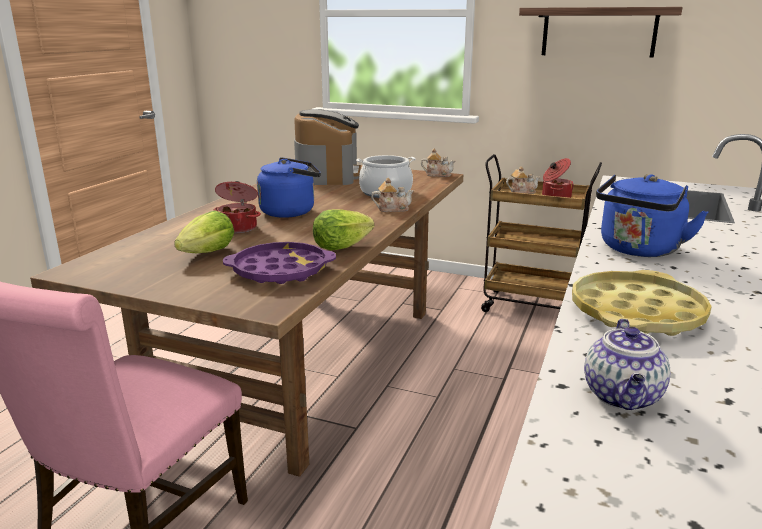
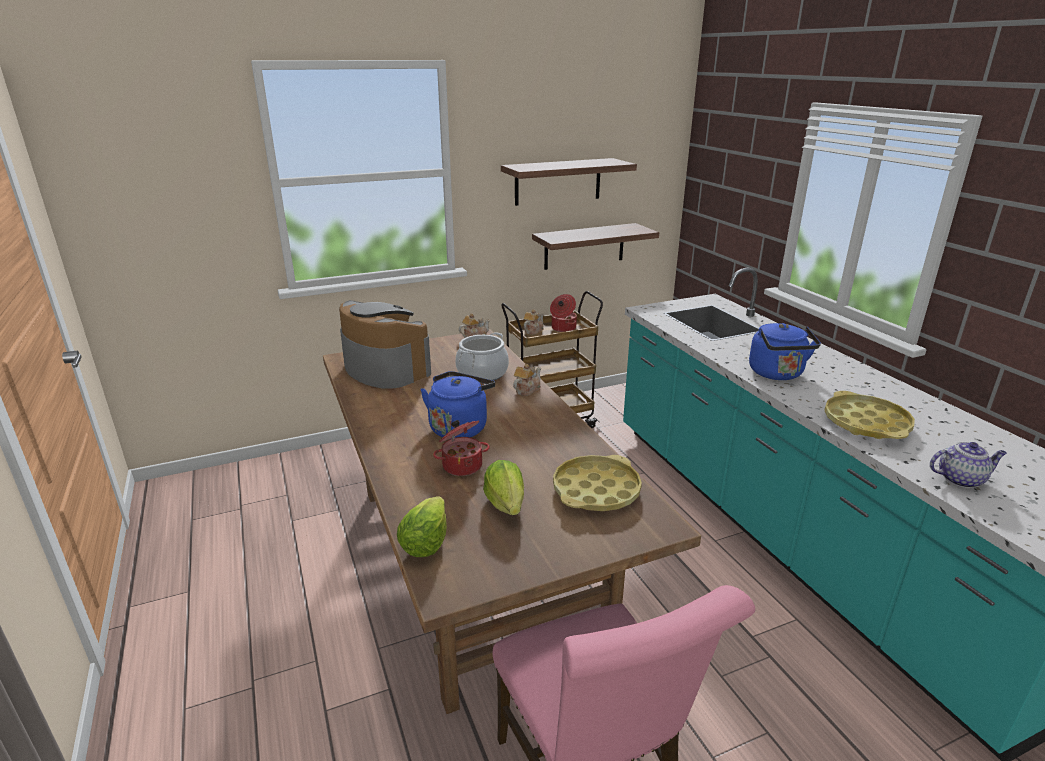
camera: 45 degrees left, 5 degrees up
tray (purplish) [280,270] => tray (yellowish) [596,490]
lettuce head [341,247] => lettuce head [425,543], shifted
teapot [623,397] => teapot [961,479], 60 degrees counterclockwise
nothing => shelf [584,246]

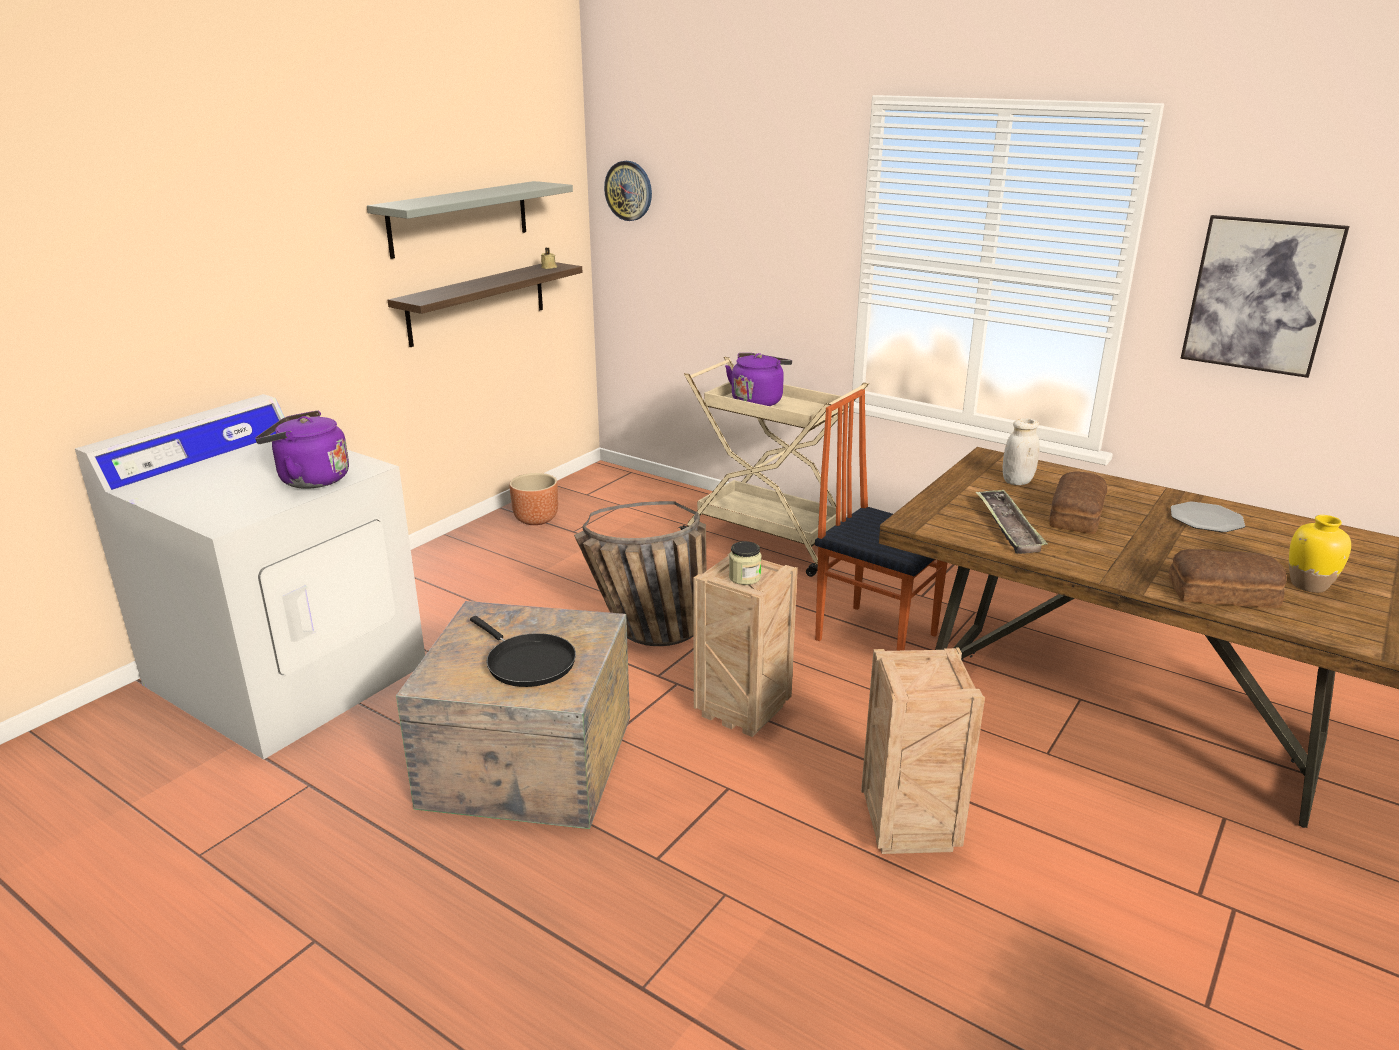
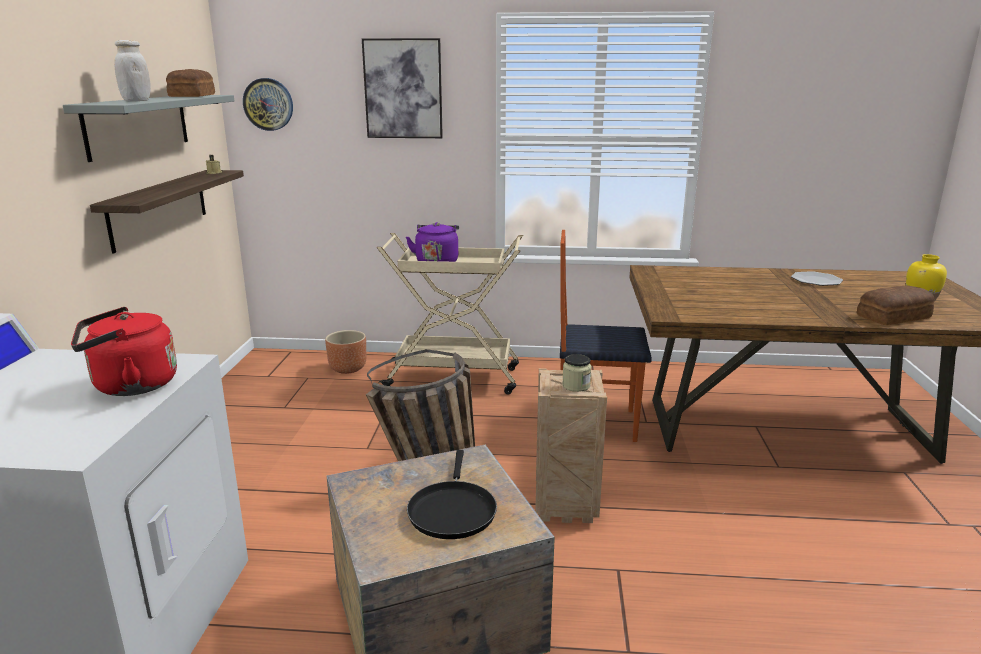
camera: 30 degrees left, 5 degrees down
kettle (purplish) [309,480] => kettle (reddish) [130,386]
frying pan (black) [527,662] => frying pan (black) [452,510], 75 degrees clockwise
plant pot (brownish) [536,519] => plant pot (brownish) [348,369], shifted
crate [911,829] => nothing
tray [1008,526] => nothing
jar (white-coloured) [1017,481] => jar (white-coloured) [136,101], shifted
baked bread [1077,515] => baked bread [194,96], shifted
wall art [1260,295] => wall art [403,89], shifted

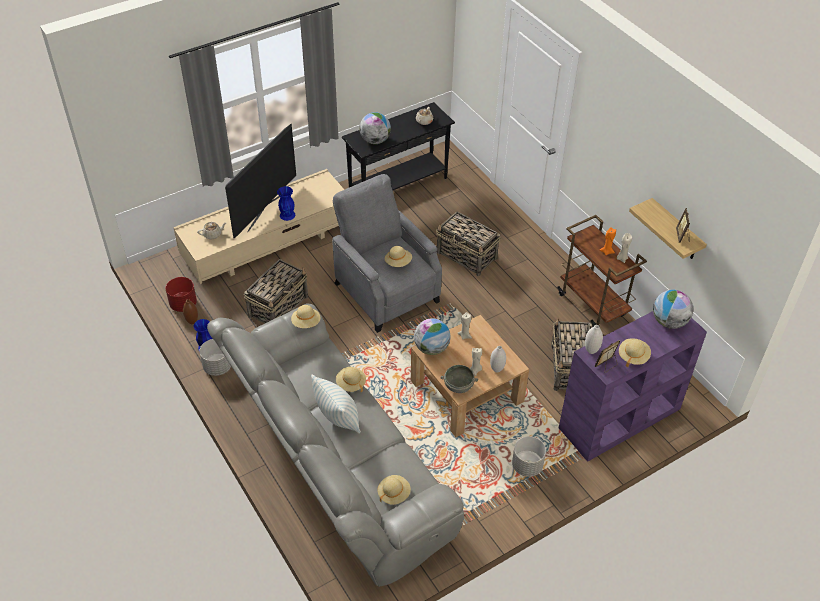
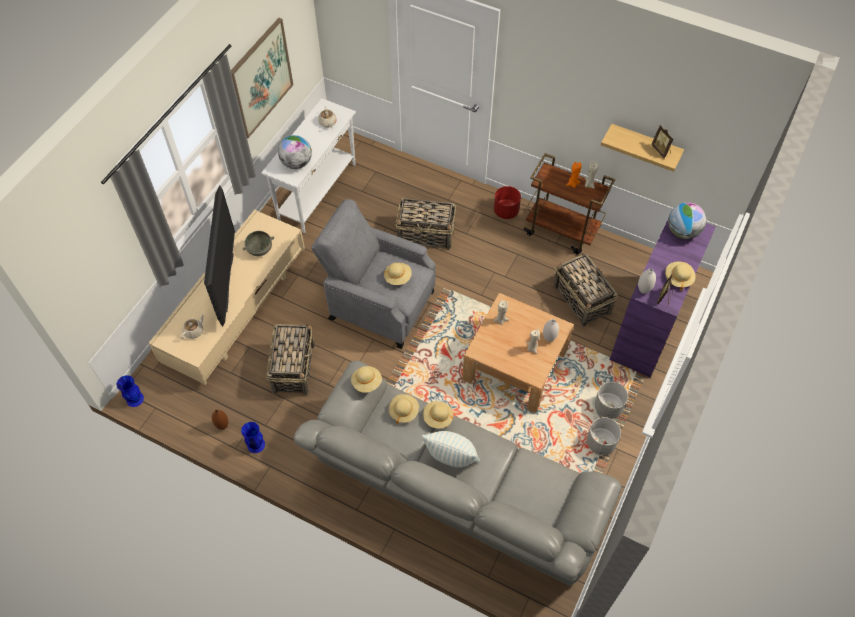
camera: 30 degrees left, 10 degrees up
plant pot (reddish) [183,304] => plant pot (reddish) [505,211], shifted
plant pot (greyish) [217,367] => plant pot (greyish) [600,443], shifted
vase (blue-coloured) [287,215] => vase (blue-coloured) [135,398], shifted
narrow table (black) [398,186] => narrow table (white-coloured) [317,192]
clothing hat (beige) [394,494] => clothing hat (beige) [403,411], shifted
globe [431,348] => nothing
bowl (greyish) [458,386] => bowl (greyish) [260,249], shifted
nothing => wall art [261,78]

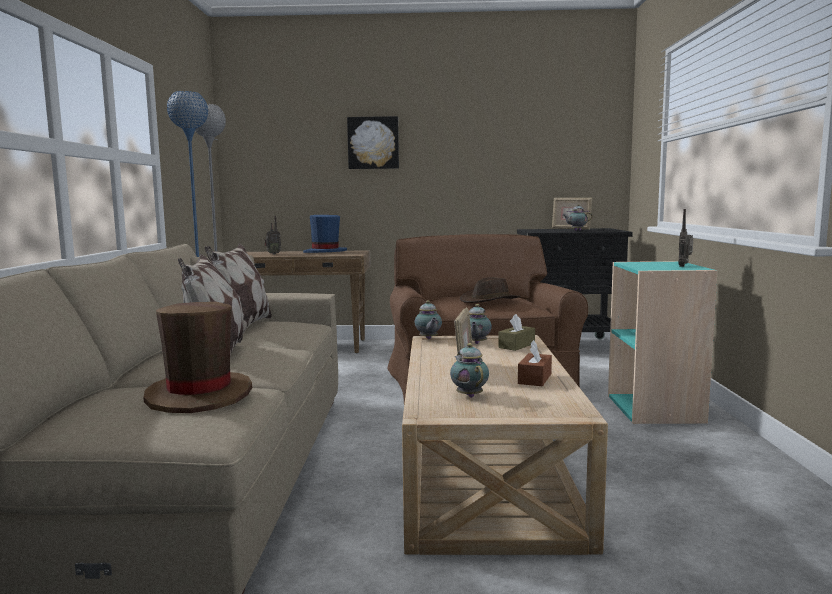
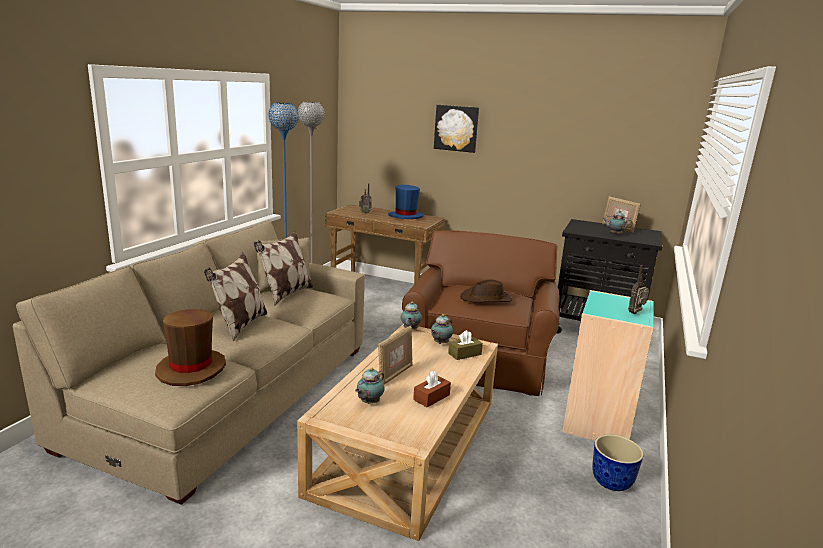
camera: 20 degrees right, 10 degrees up
teapot [469,395] => teapot [369,403], 150 degrees counterclockwise
nothing => plant pot [612,482]

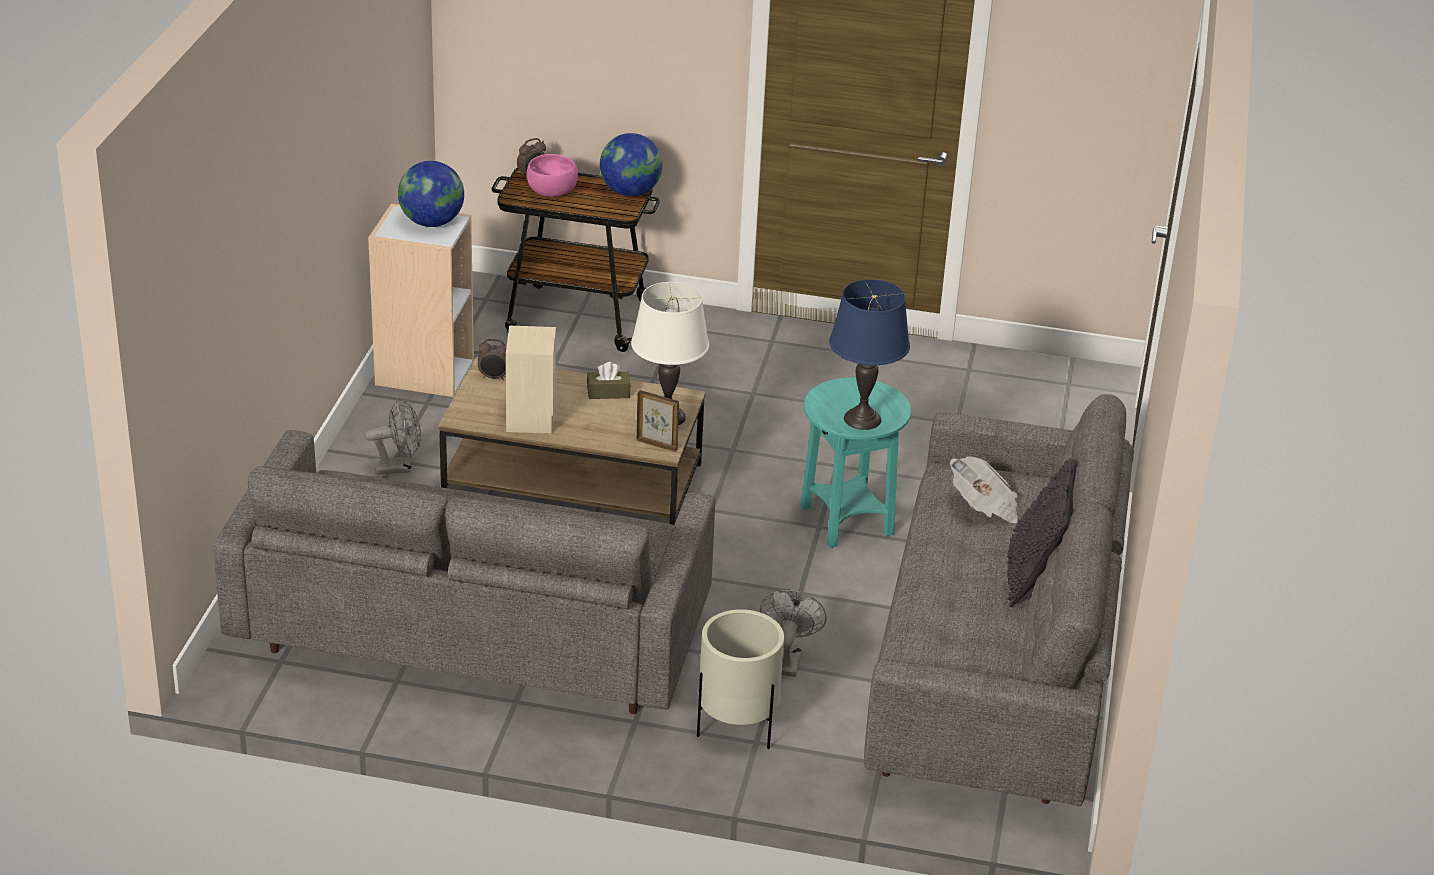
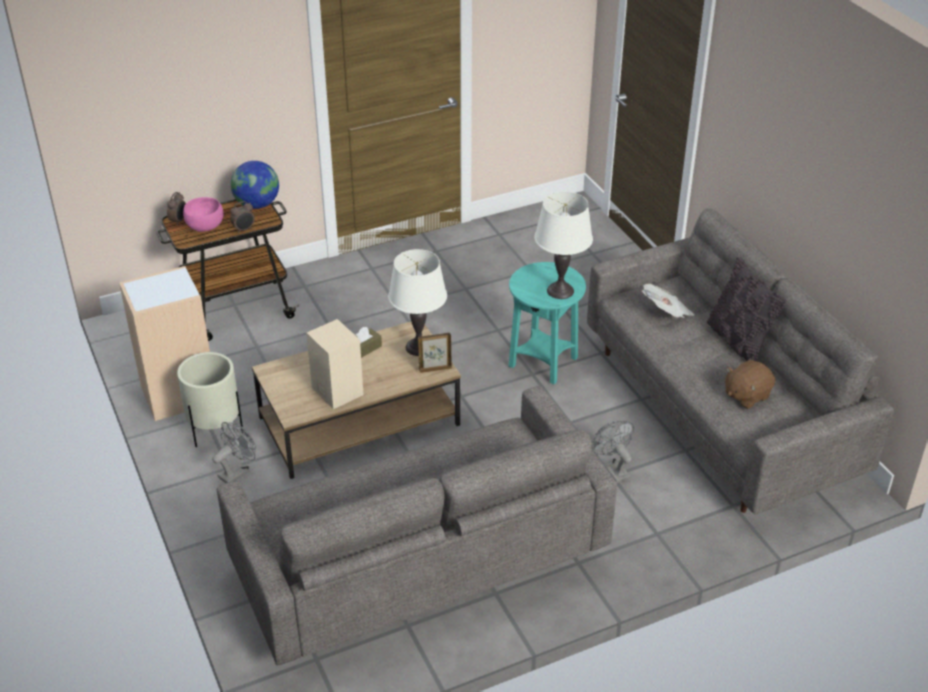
camera: 35 degrees left, 5 degrees up
globe [432,222] => nothing
alarm clock [494,377] => alarm clock [244,229], shifted
plant pot (beige) [736,729] => plant pot (beige) [215,431], shifted
tabletop lamp (blue-coloured) [862,419] => tabletop lamp (white-coloured) [560,291]
nothing => soft toy (brownish) [746,395]

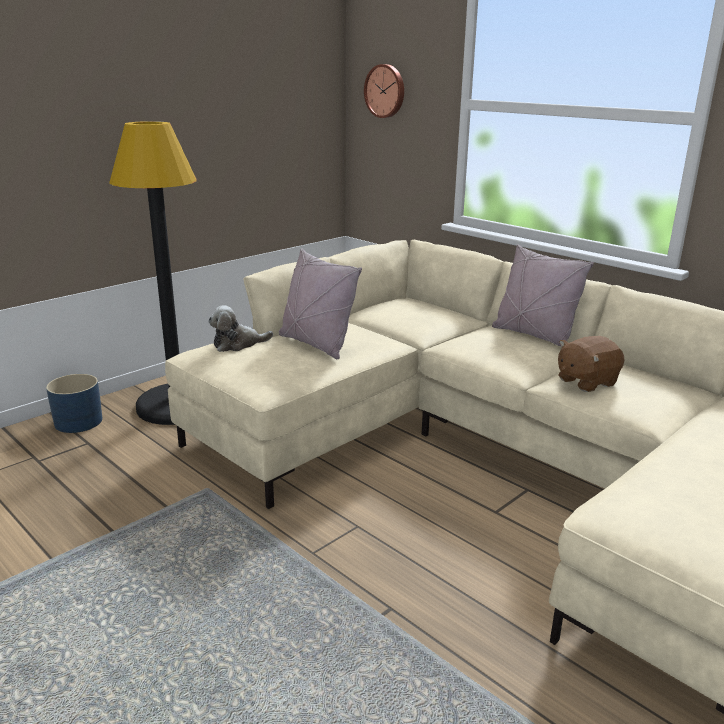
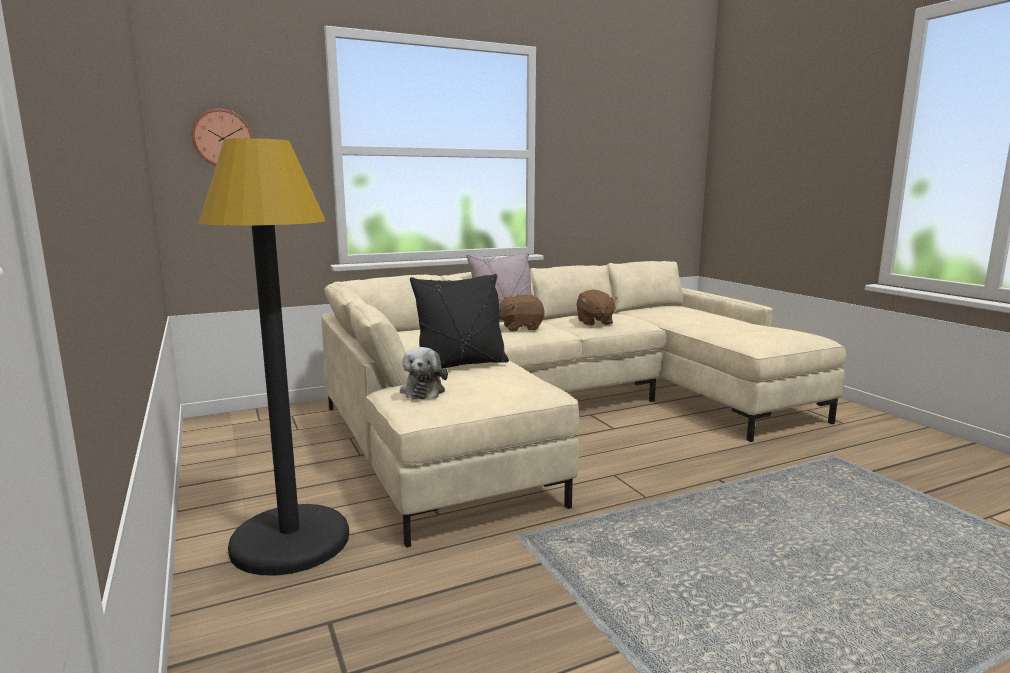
camera: 70 degrees left, 10 degrees down
plant pot (blue-coloured) [78,422] => nothing
cushion (purplish) [316,344] => cushion (black) [461,365]
nothing => soft toy (brownish) [520,328]

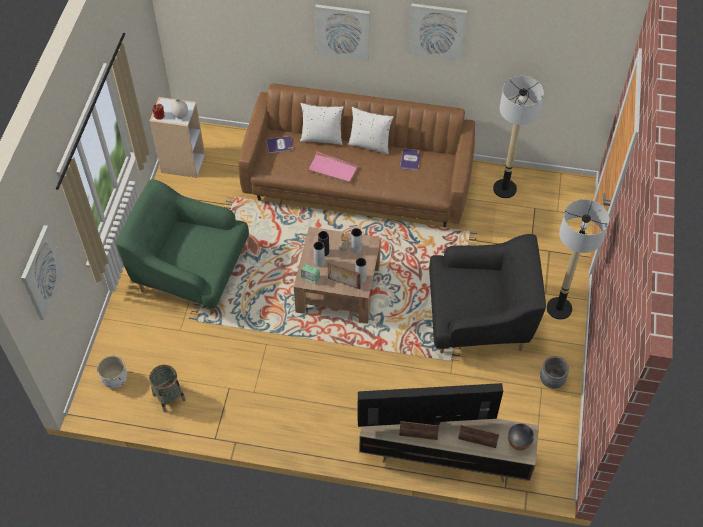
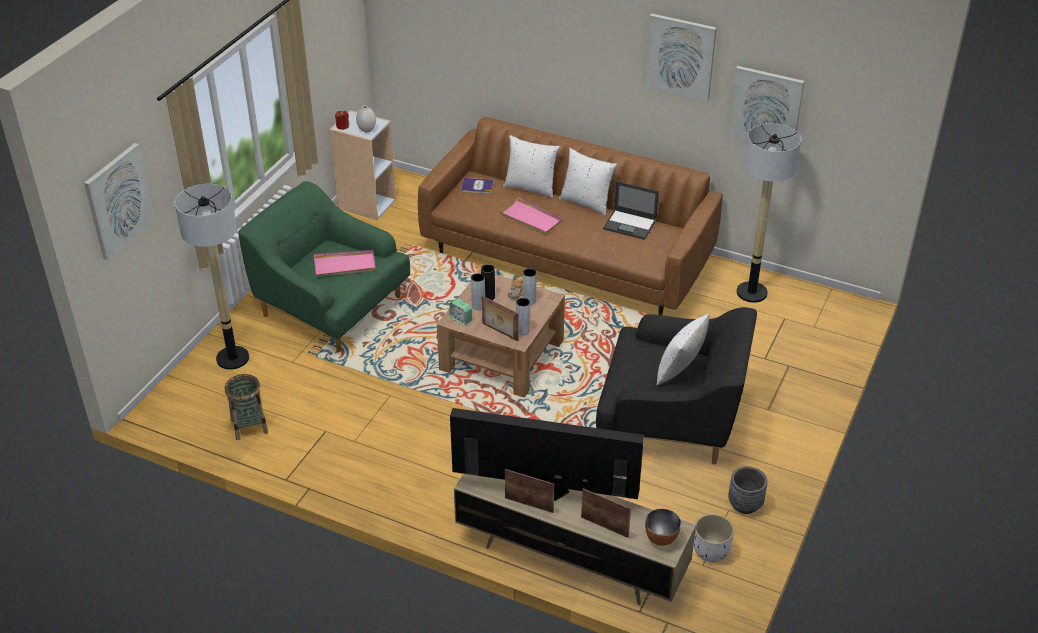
camera: 15 degrees right, 15 degrees down
plant pot (white-coloured) [115,379] => plant pot (white-coloured) [711,551], shifted
wall art [343,32] => wall art [765,109], shifted
volume [410,159] => portable computer [630,224]
floor lamp [559,308] => floor lamp [233,358], shifted
nothing => tray (pinkish) [345,265]
nothing => cushion (white-coloured) [680,371]

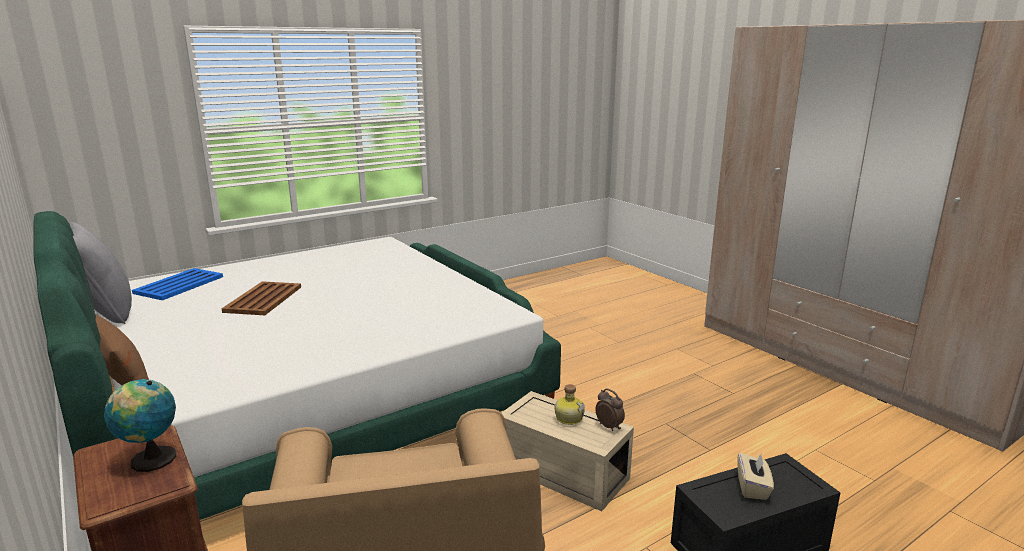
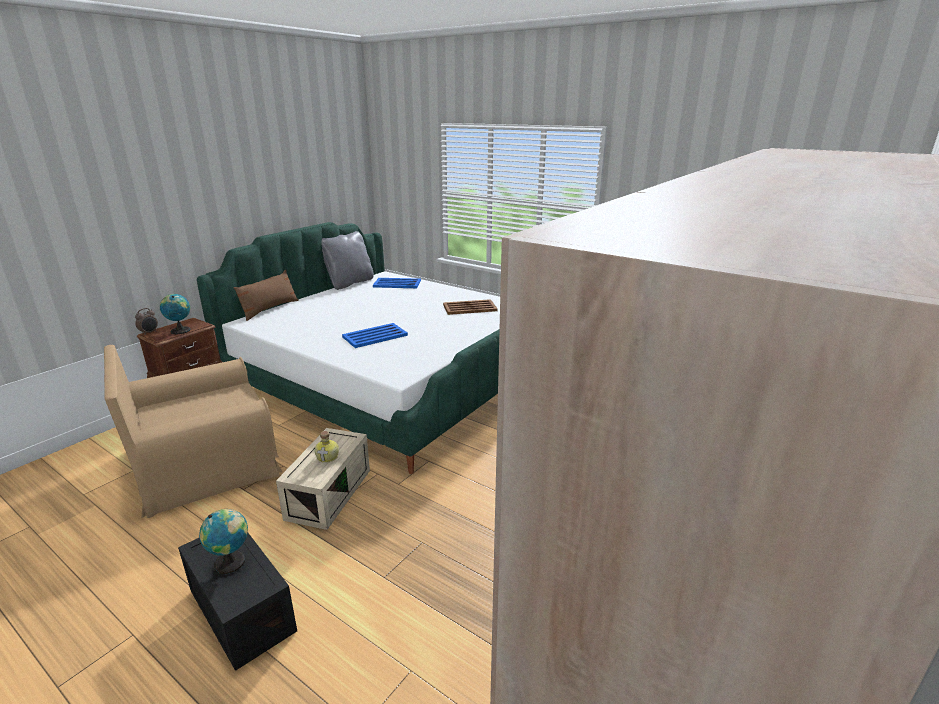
camera: 70 degrees right, 5 degrees up
tray (brownish) [263,299] => tray (brownish) [469,308], shifted
alarm clock [609,426] => alarm clock [149,333], shifted
tissue box (beige) [753,487] => globe [232,562]
nothing => tray (blue-coloured) [375,336]

